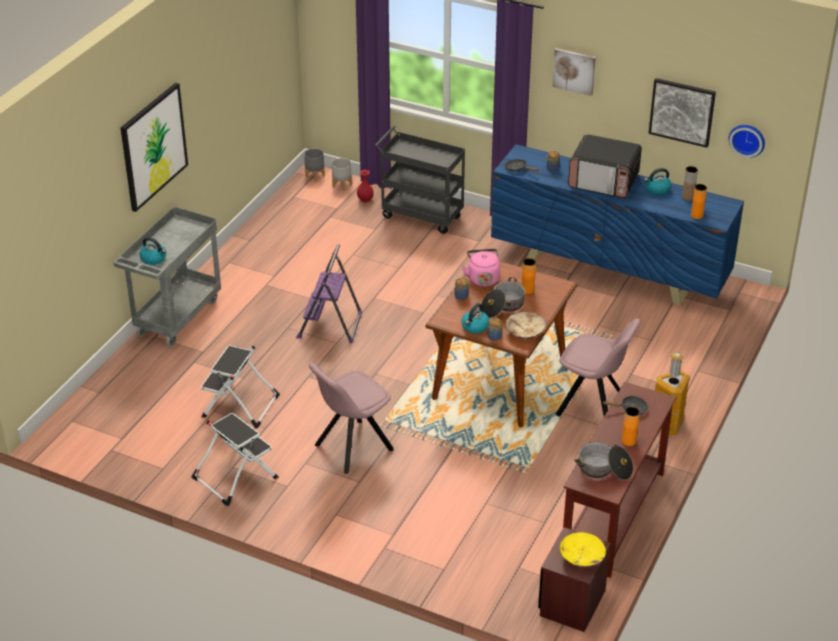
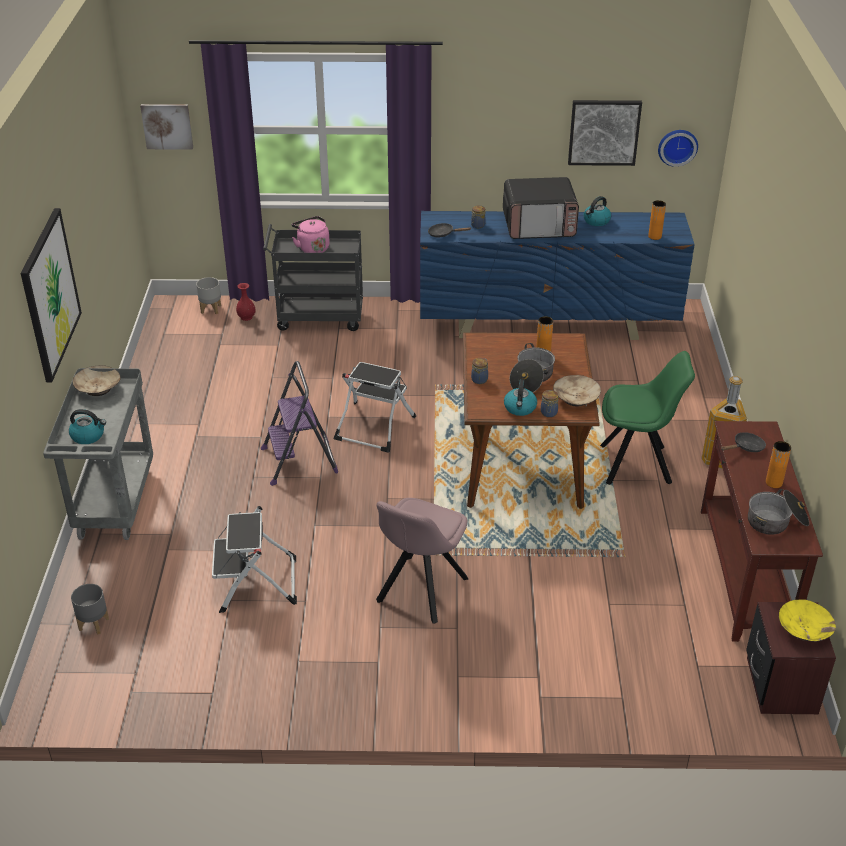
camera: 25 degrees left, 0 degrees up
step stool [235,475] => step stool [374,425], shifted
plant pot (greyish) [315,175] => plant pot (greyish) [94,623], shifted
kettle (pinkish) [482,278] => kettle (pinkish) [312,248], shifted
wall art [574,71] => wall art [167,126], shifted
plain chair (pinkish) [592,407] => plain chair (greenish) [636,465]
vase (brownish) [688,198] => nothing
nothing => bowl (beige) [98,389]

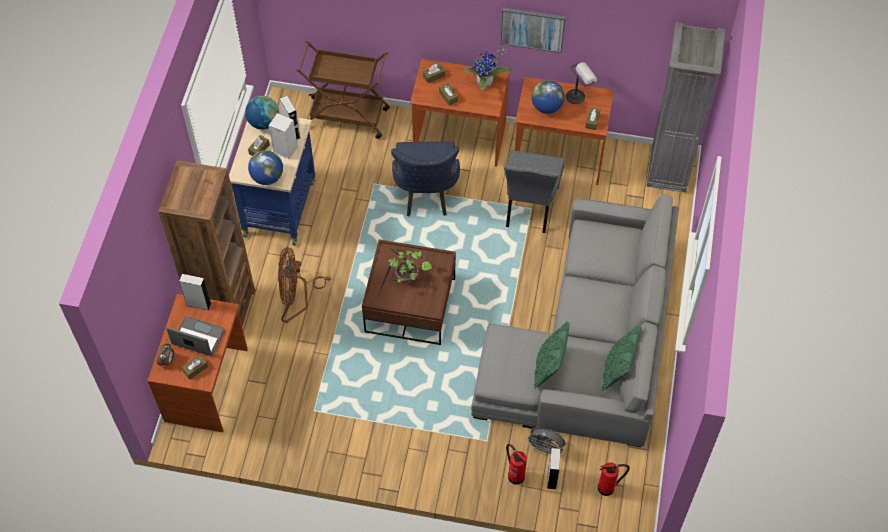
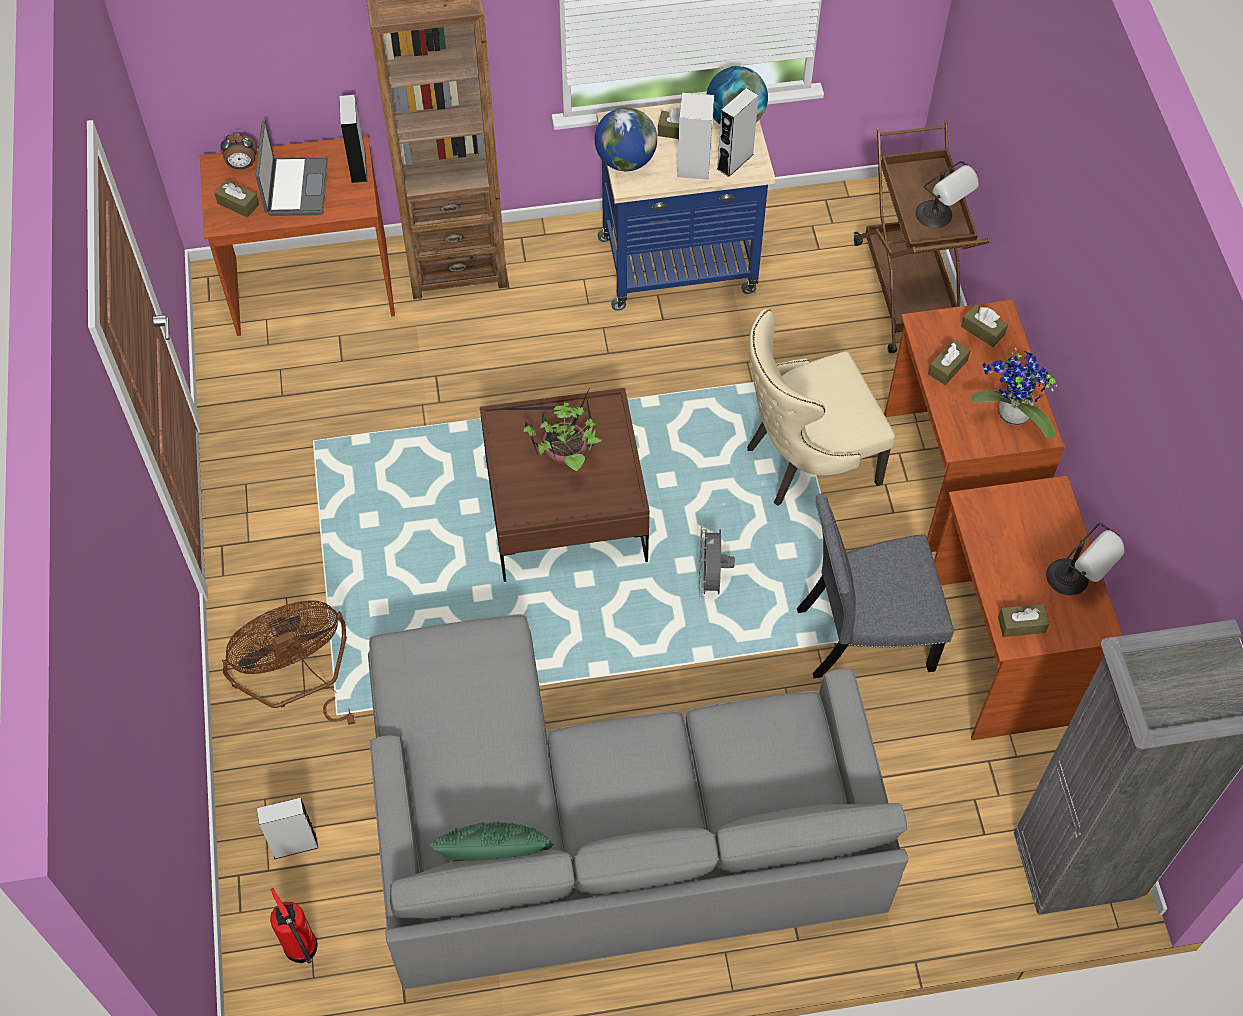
camera: 70 degrees right, 0 degrees up
electric fan (brownish) [297,293] => electric fan (brownish) [303,680], shifted
plain chair (blue-coloured) [426,195] => plain chair (beige) [806,462]
wall art [532,29] => nothing
fire extinguisher [515,475] => nothing
electric fan (greyish) [545,449] => electric fan (greyish) [711,580], shifted
globe [547,107] => nothing
cushion (greenish) [548,367] => nothing
nothing => tabletop lamp [940,218]

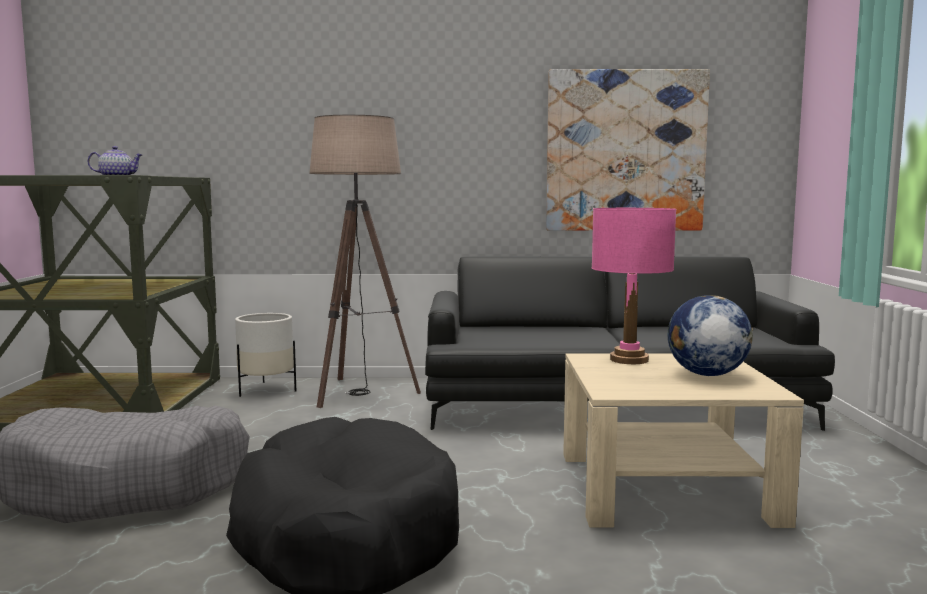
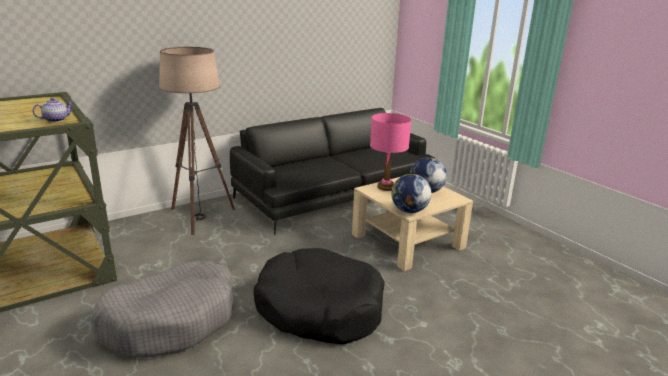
camera: 35 degrees left, 15 degrees up
plant pot (white-coloured) [266,390] => nothing
wall art [625,151] => nothing
nothing => globe [409,211]

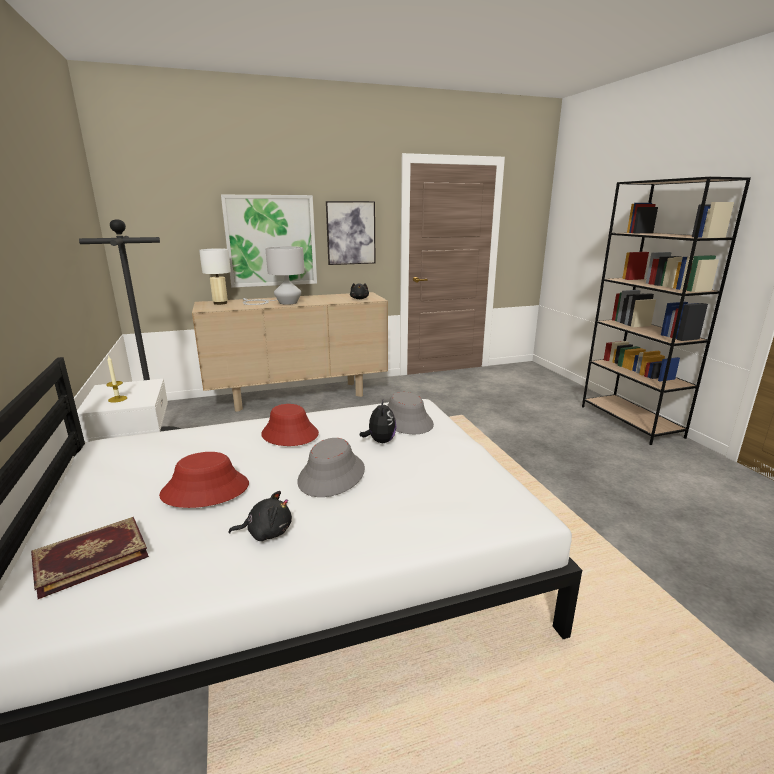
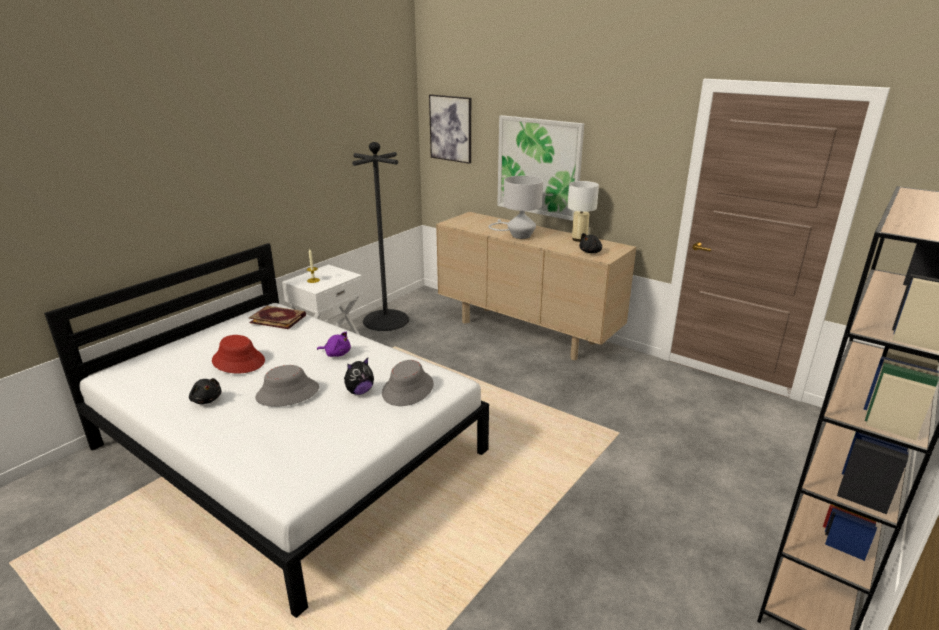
camera: 55 degrees right, 5 degrees up
volume [91,557] => volume [278,319], shifted
tabletop lamp (white-coloured) [220,303] => tabletop lamp (white-coloured) [579,239], shifted
clothing hat (reddish) [289,434] => soft toy (purplish) [336,354]
wall art [351,233] => wall art [451,128], shifted

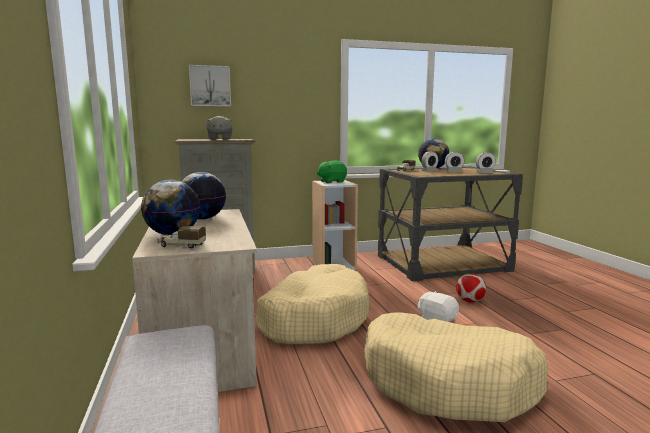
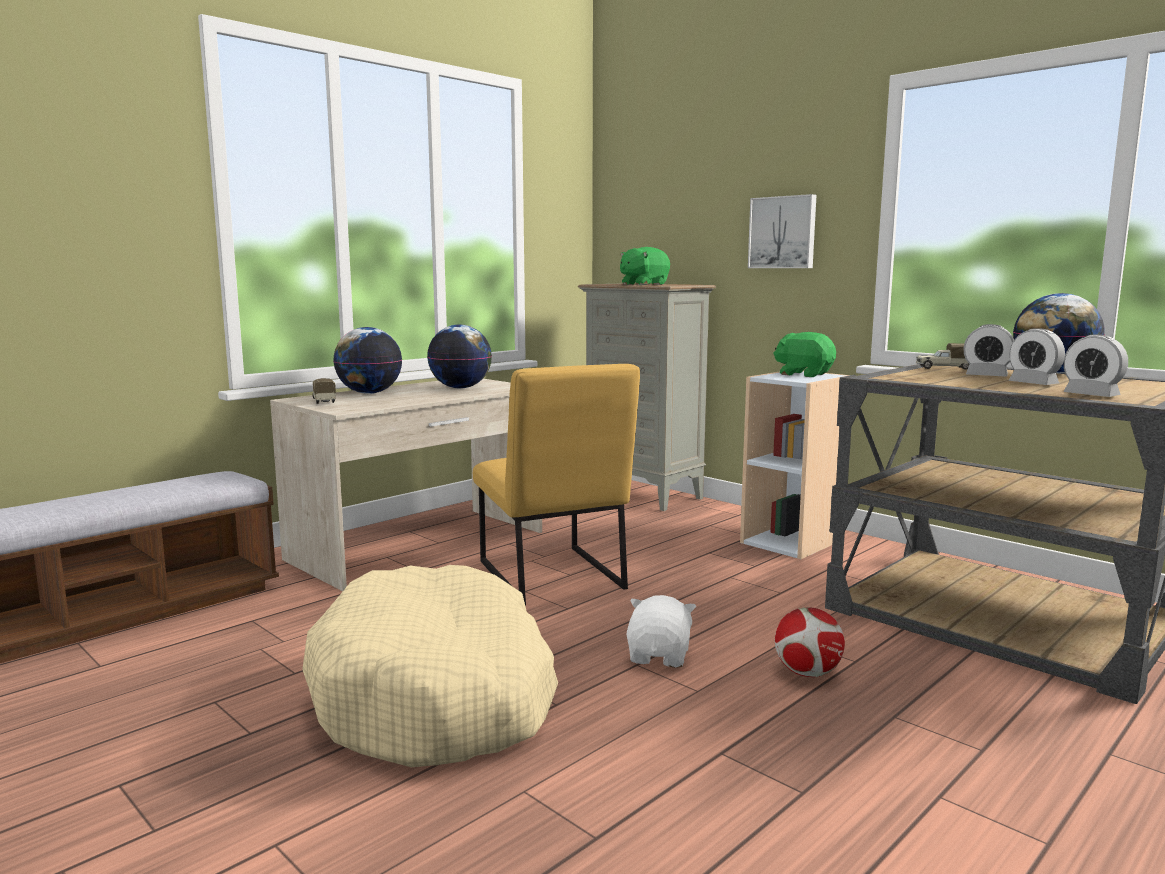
camera: 60 degrees right, 0 degrees up
wall art [210,86] => wall art [783,232], shifted
soft toy (greyish) [219,139] => soft toy (greenish) [643,284]
dog bed (beige) [313,318] => plain chair (yellowish) [551,576]

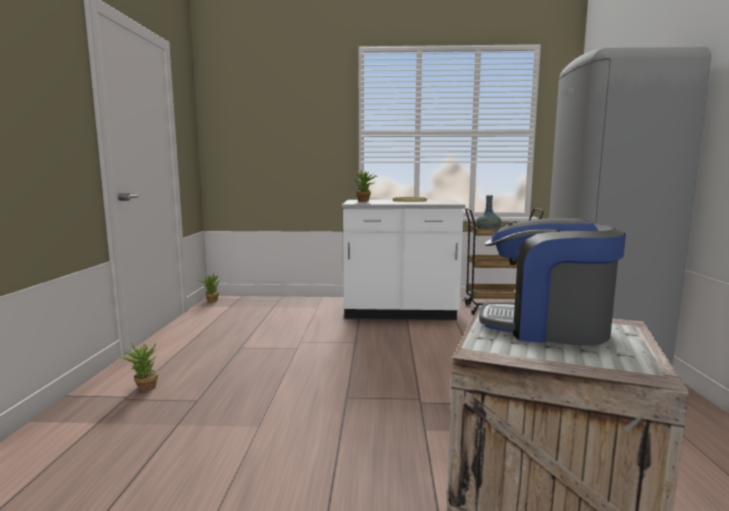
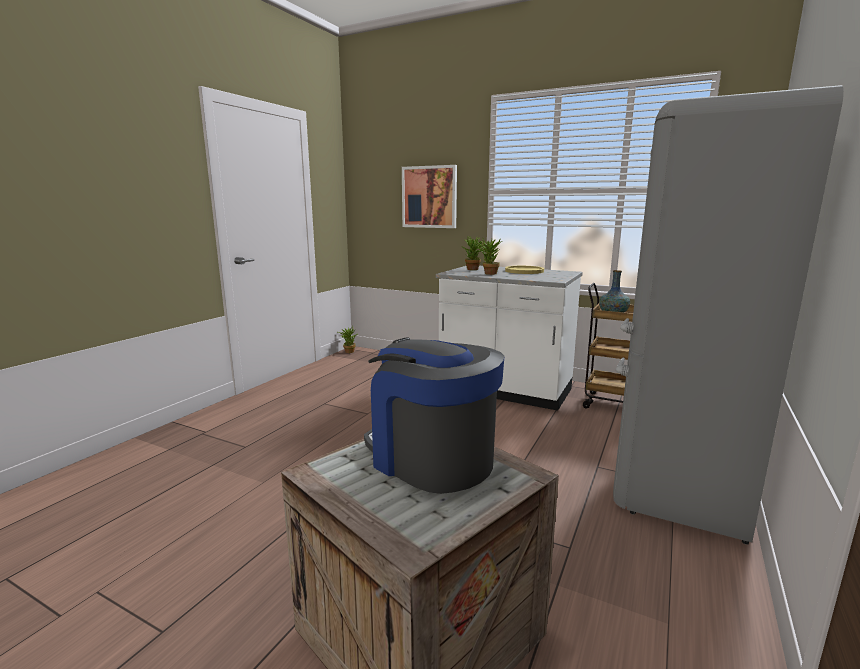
camera: 25 degrees right, 5 degrees up
houseplant [143,389] => houseplant [488,274], shifted
nothing => wall art [429,197]

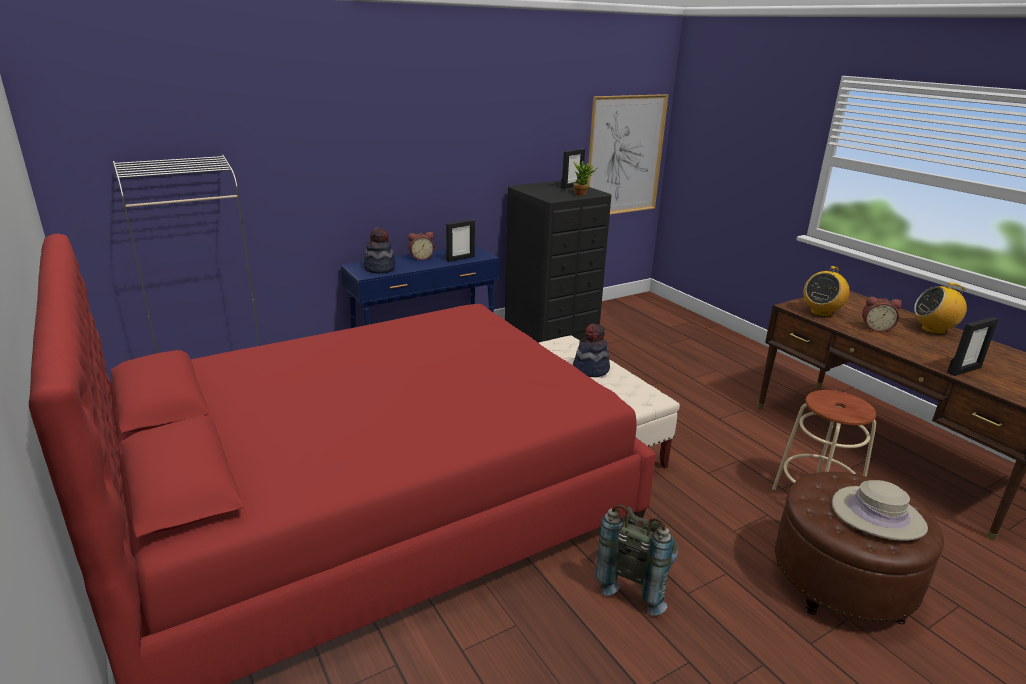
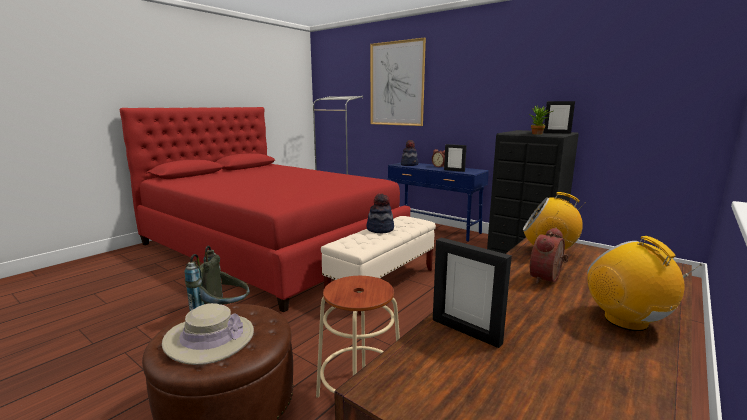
camera: 70 degrees right, 10 degrees down
wall art [625,155] => wall art [396,84], shifted
alarm clock [875,328] => alarm clock [548,279], 45 degrees clockwise

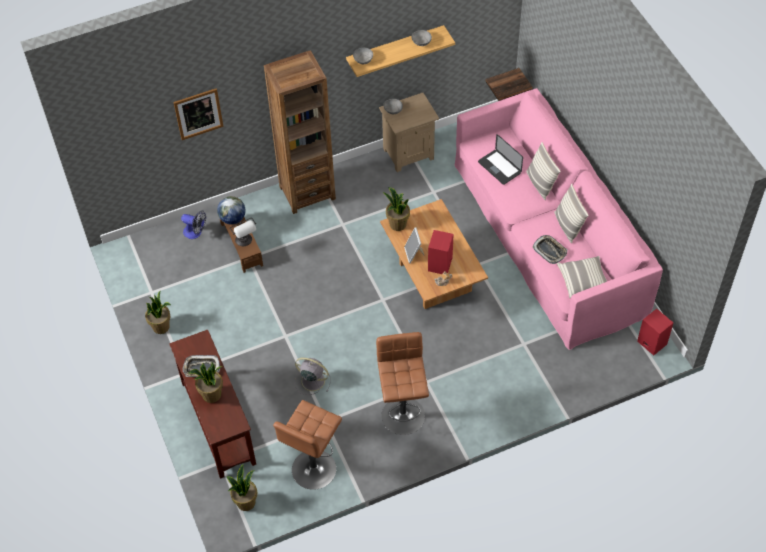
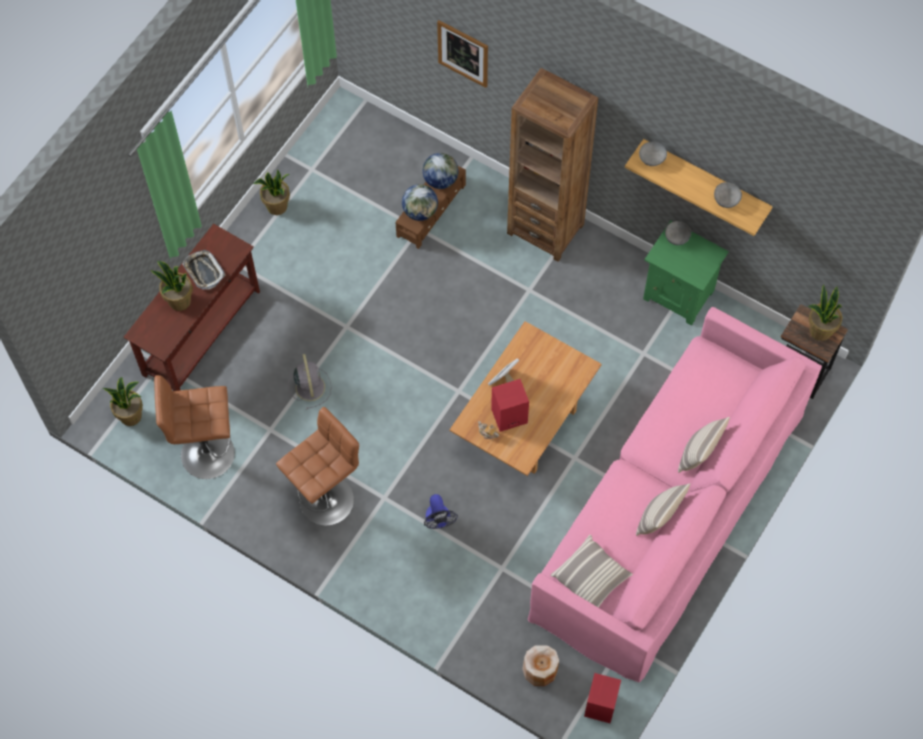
camera: 55 degrees right, 10 degrees up
electric fan [195,232] => electric fan [439,520], shifted
tabletop lamp [245,242] => globe [420,211]
night table (beige) [409,154] => night table (greenish) [678,296]
houseplant [397,224] => houseplant [820,330], shifted
portable computer [499,167] => nothing
tray [550,251] => nothing
nothing => vase (beige) [540,670]

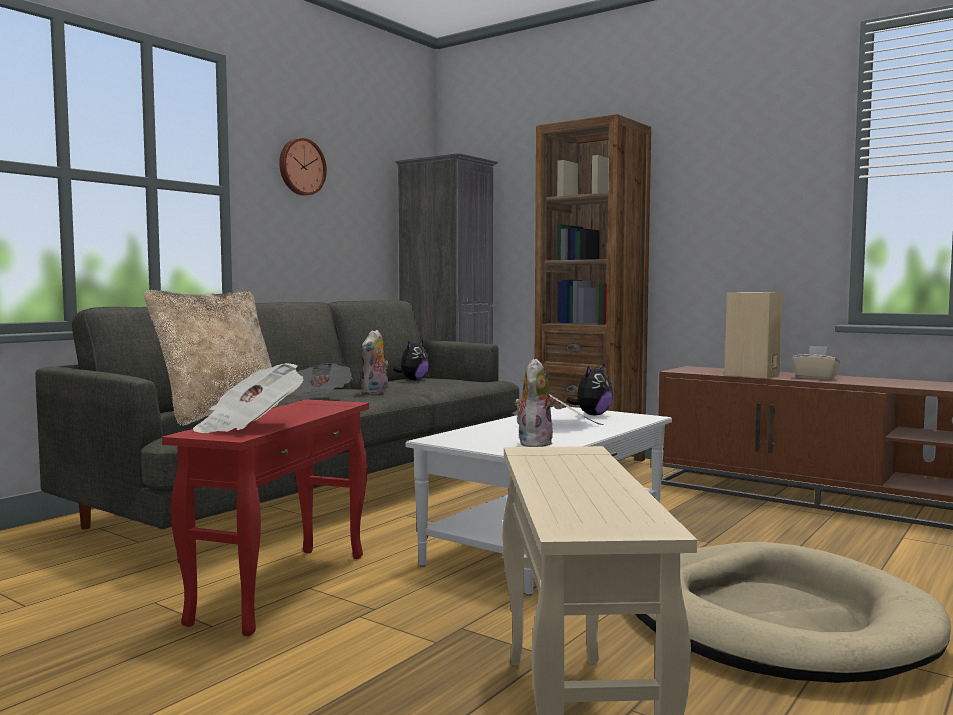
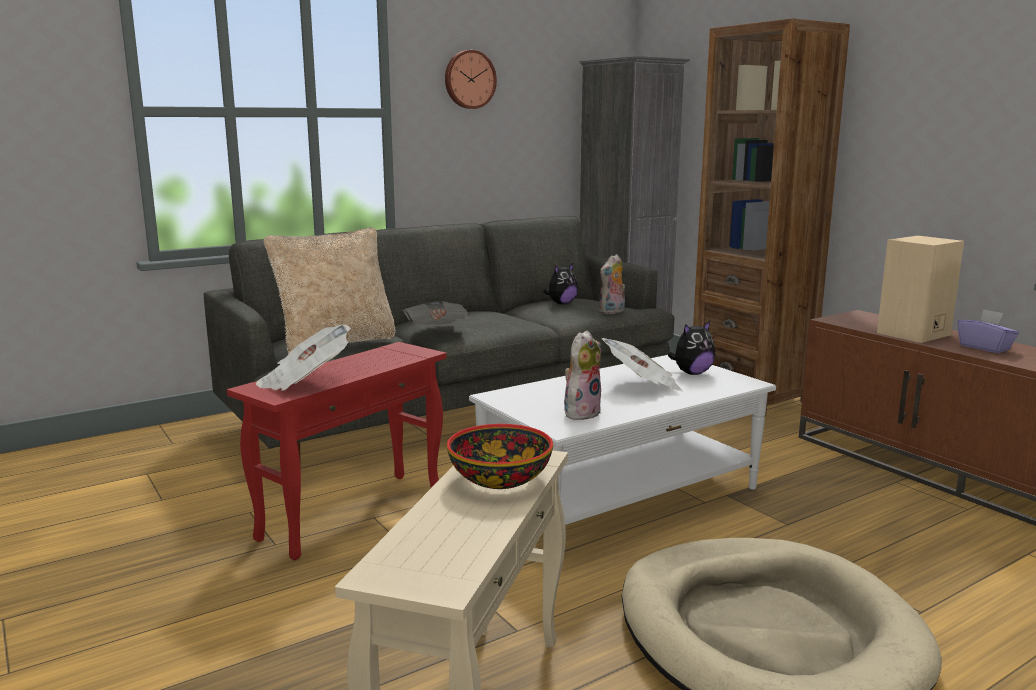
camera: 20 degrees right, 10 degrees up
soft toy [375,392] => soft toy [612,312], shifted
tissue box (beige) [816,377] => tissue box (purplish) [984,348]
nothing => bowl [499,478]

